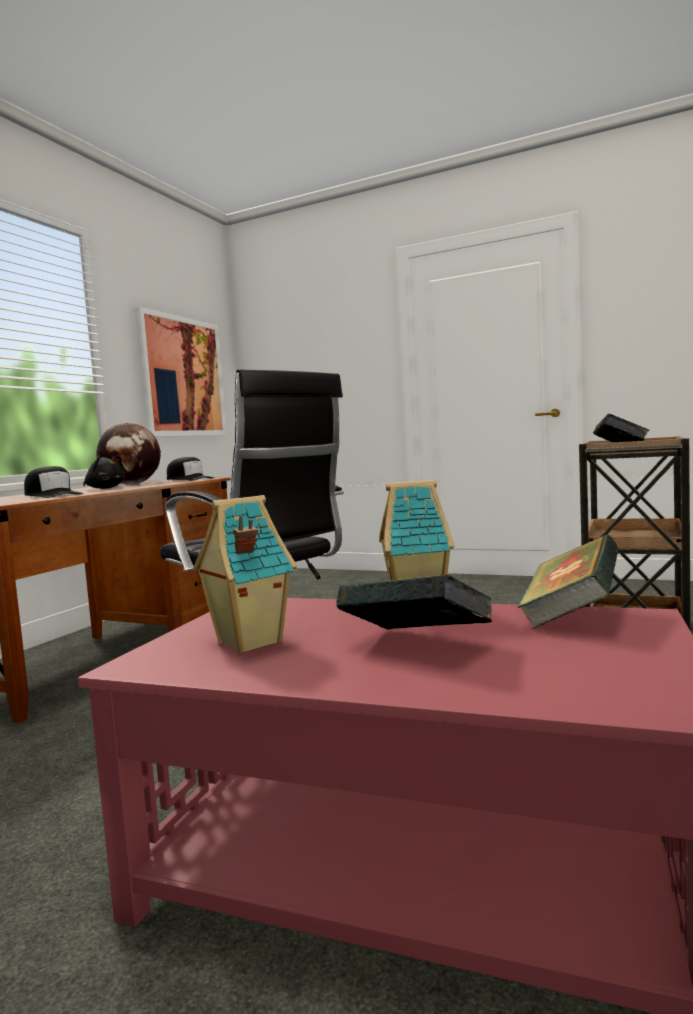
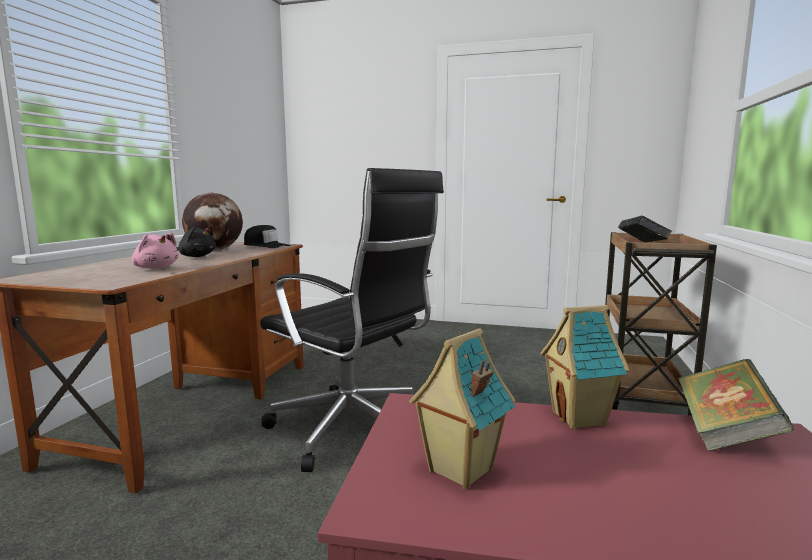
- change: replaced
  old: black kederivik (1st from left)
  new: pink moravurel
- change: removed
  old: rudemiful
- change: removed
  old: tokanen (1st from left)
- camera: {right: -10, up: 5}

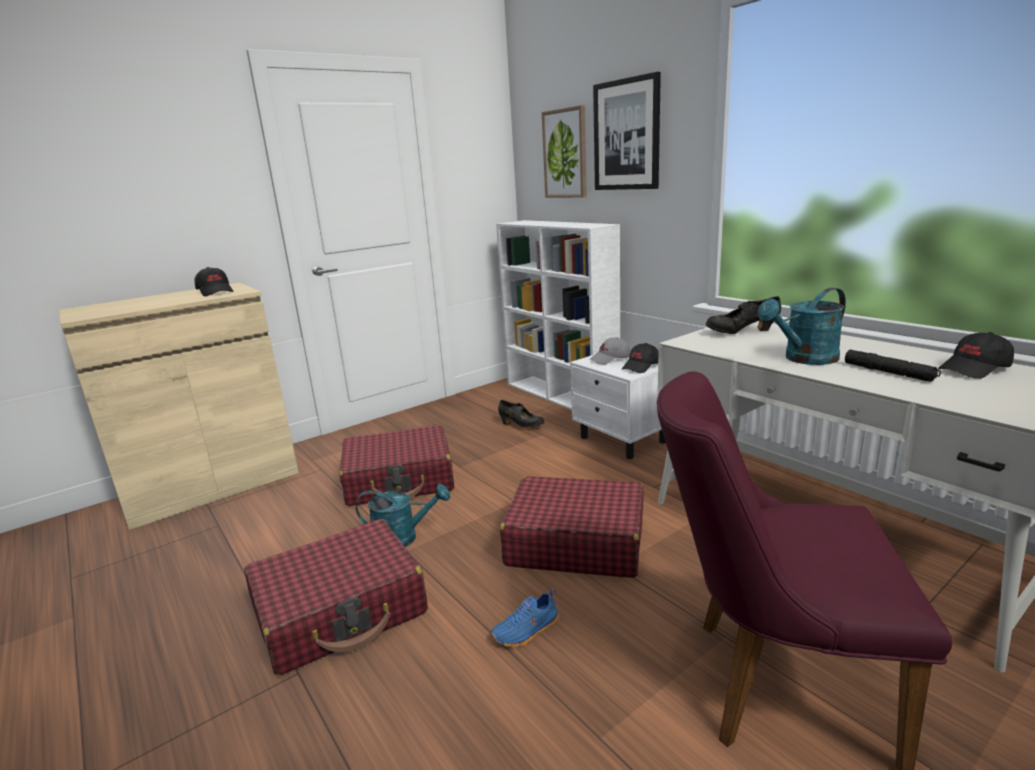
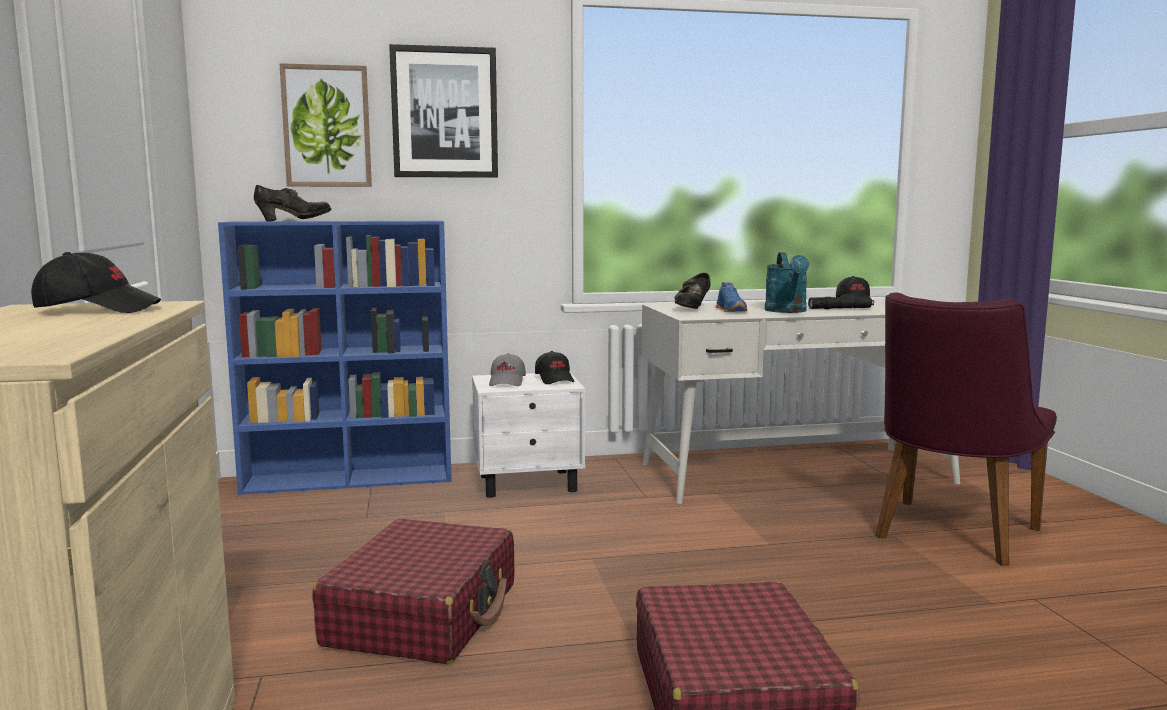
- change: removed
  old: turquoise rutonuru (1st from left)
- change: moved
  old: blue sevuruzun
- change: recoloured
  old: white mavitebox
  new: blue mavitebox
- change: moved
  old: black sevuruzun (1st from left)
- change: removed
  old: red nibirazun (3rd from left)
- camera: {right: -65, up: -10}

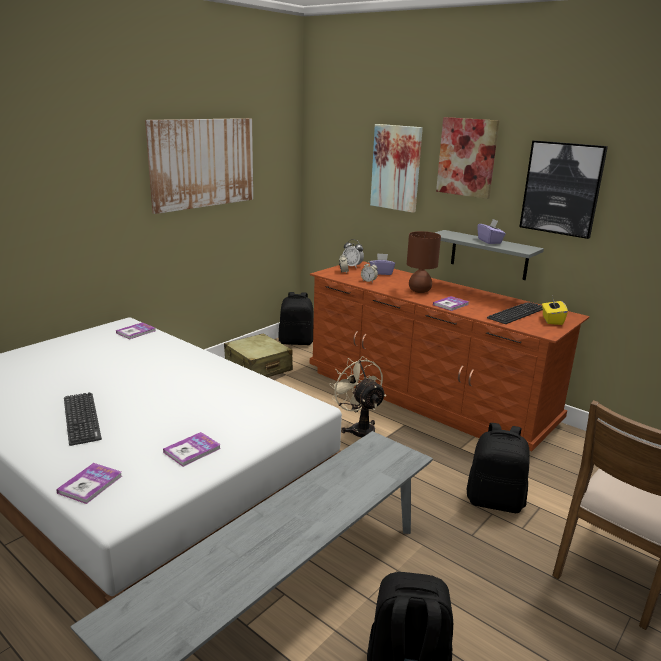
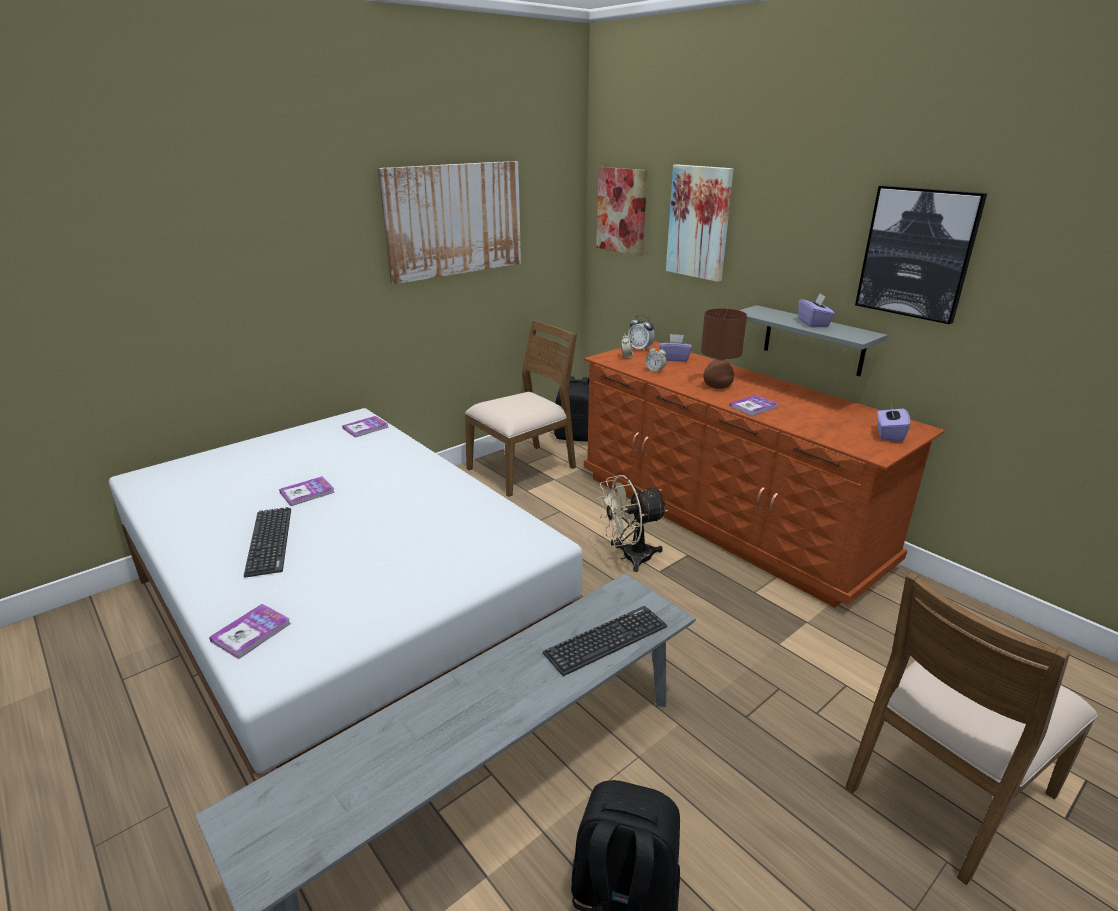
- change: moved
  old: tokanen (3rd from left in the first image)
  new: tokanen (2nd from left)
- change: replaced
  old: beige nibirazun
  new: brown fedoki (1st from left)
- change: turned
  old: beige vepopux
  degrees: -90
- change: moved
  old: rudemiful (3rd from left in the first image)
  new: rudemiful (2nd from left)
- change: removed
  old: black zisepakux (3rd from left)
- change: moved
  old: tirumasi (2nd from left)
- change: recoloured
  old: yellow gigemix
  new: purple gigemix (3rd from left)
- camera: {right: 10, up: 5}

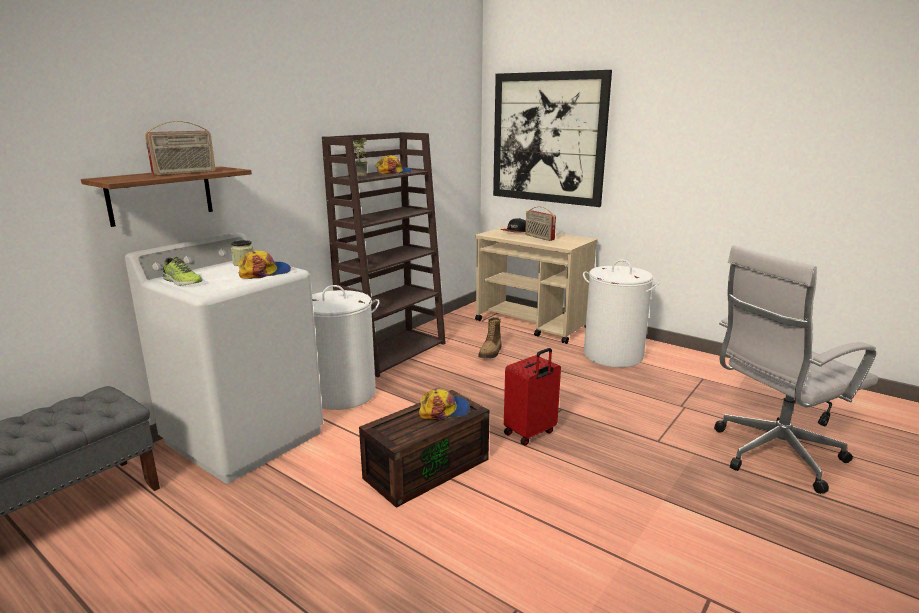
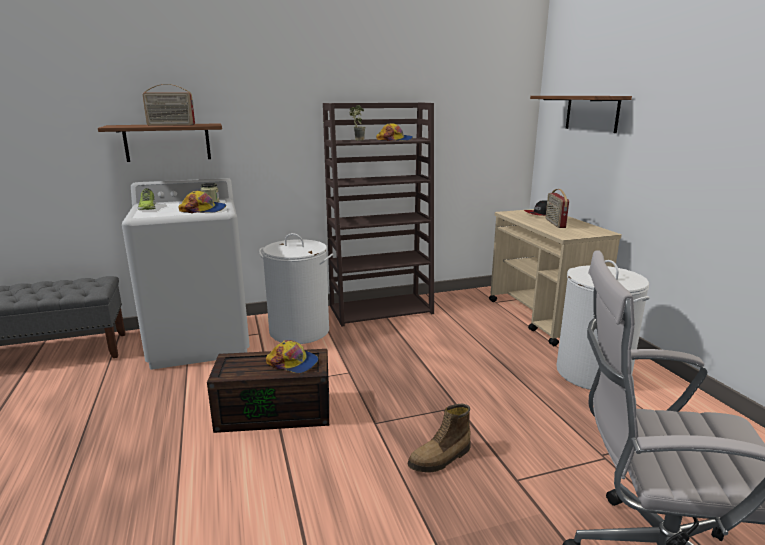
- change: moved
  old: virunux
- change: replaced
  old: rudemiful
  new: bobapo (2nd from left)
- change: removed
  old: red nibirazun
- camera: {right: 35, up: 0}

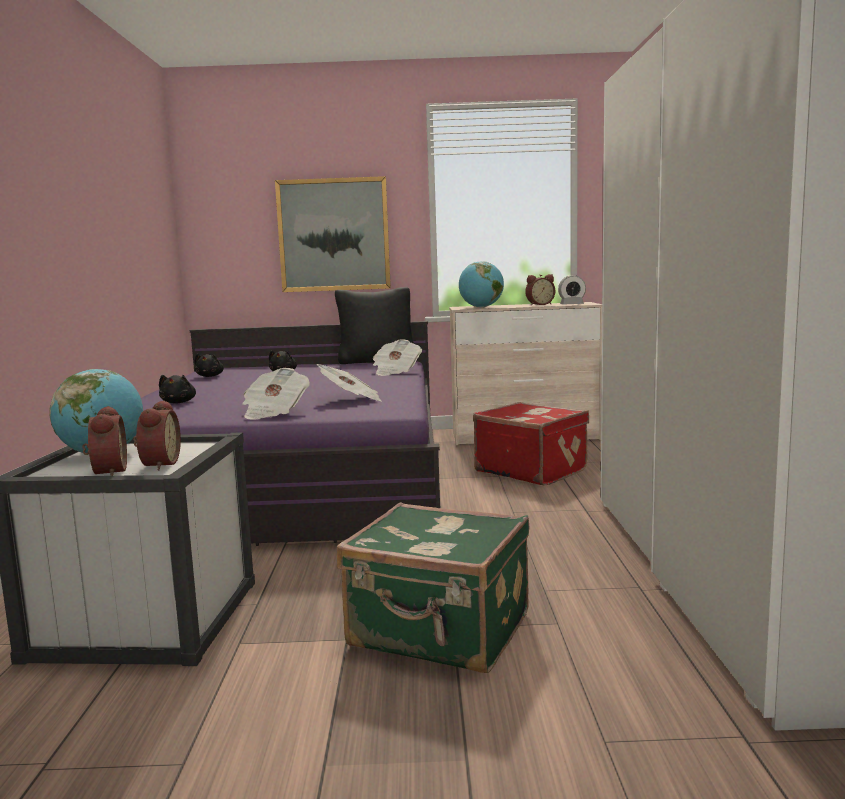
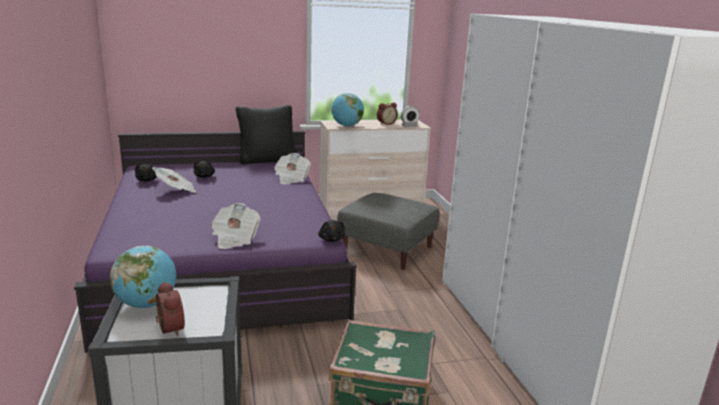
- change: removed
  old: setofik (2nd from left)
- change: moved
  old: black moravurel (1st from left in the first image)
  new: black moravurel (3rd from left)
- change: removed
  old: rudemiful
- change: moved
  old: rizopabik (2nd from left in the first image)
  new: rizopabik (1st from left)
- change: replaced
  old: red nibirazun
  new: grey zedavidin
- camera: {right: -15, up: 10}

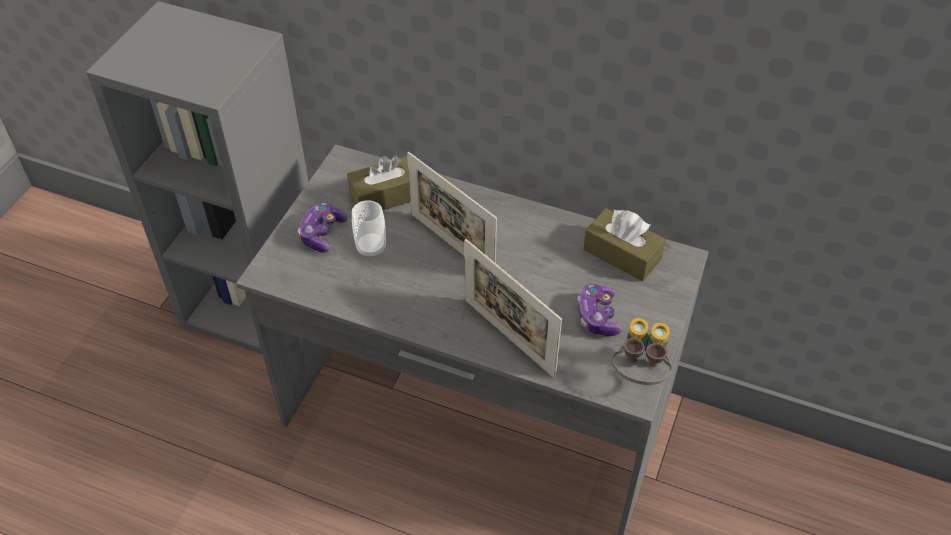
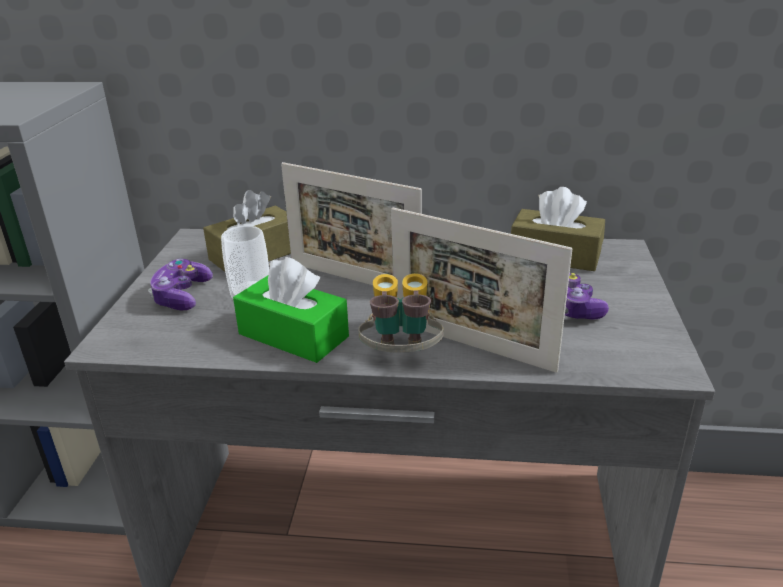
- change: moved
  old: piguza
- change: added
  new: green gigemix
- camera: {right: -15, up: -20}

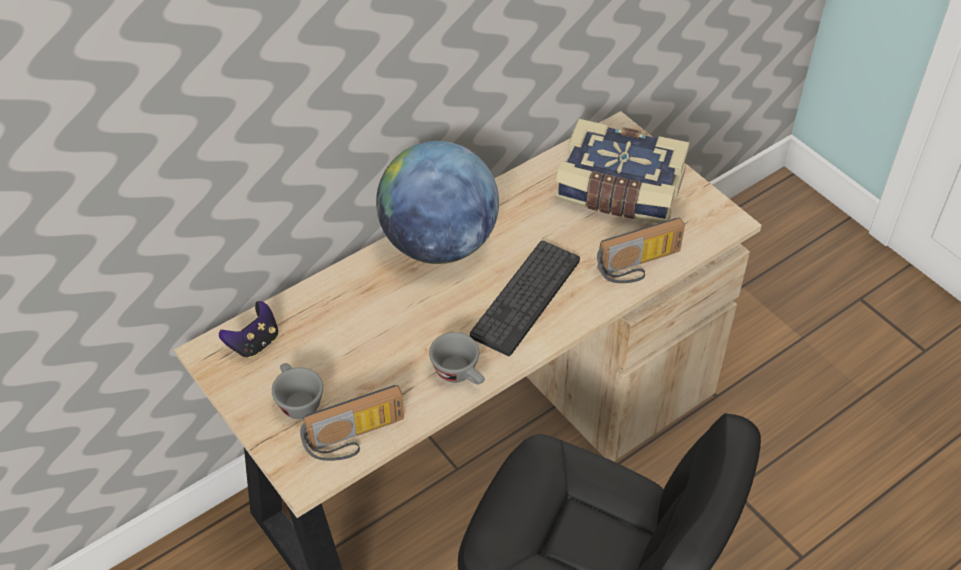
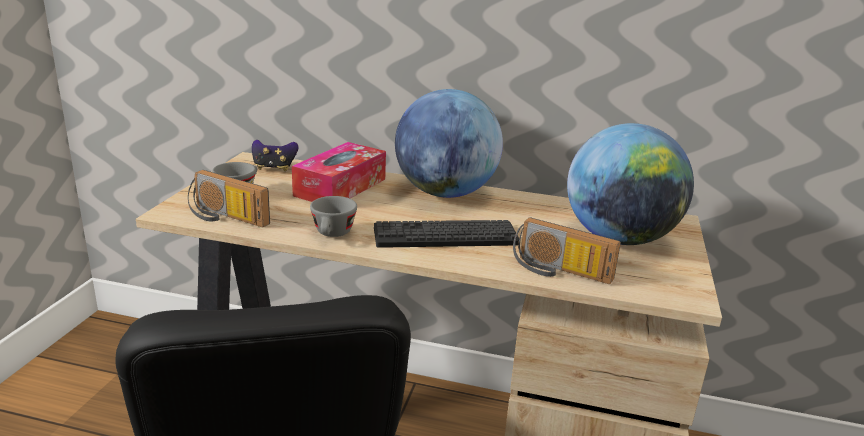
- change: replaced
  old: tokanen
  new: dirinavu (2nd from left)
- change: added
  new: gigemix
- camera: {right: 50, up: -25}

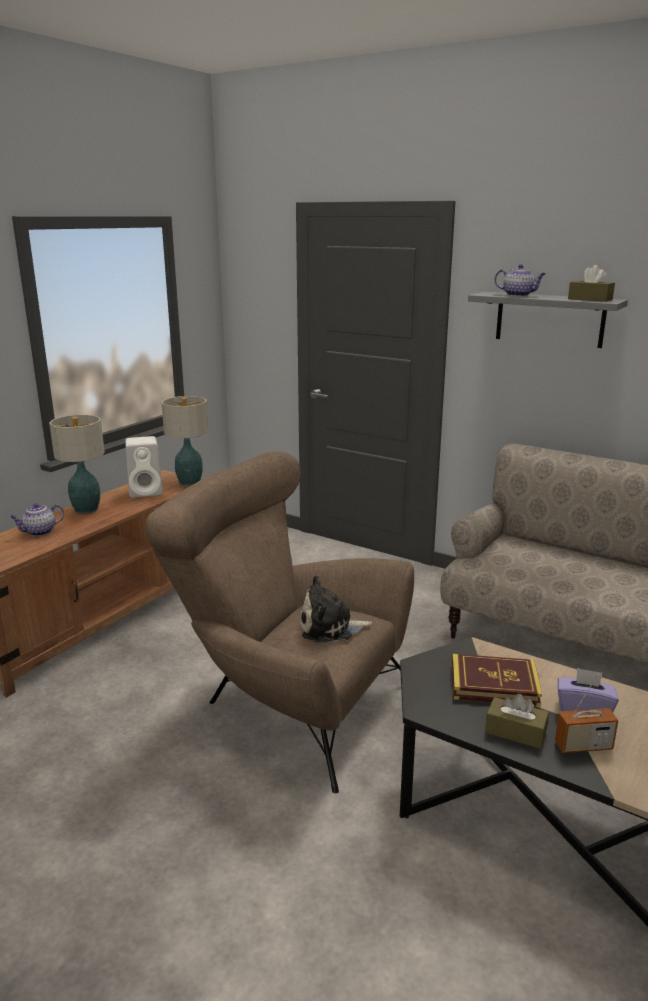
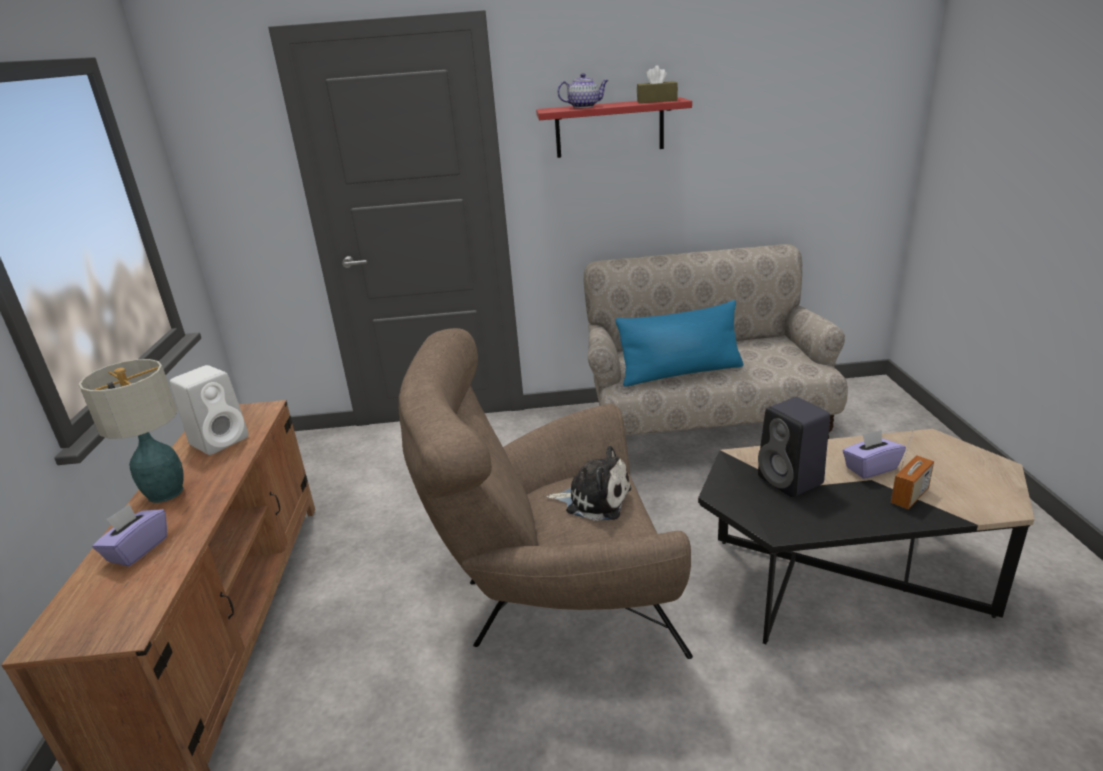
- change: replaced
  old: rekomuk (1st from left)
  new: purple gigemix (1st from left)
- change: removed
  old: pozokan (2nd from left)
- change: turned
  old: moravurel
  degrees: -120
- change: replaced
  old: tokanen
  new: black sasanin
- change: recoloured
  old: grey bobapo
  new: red bobapo
- change: removed
  old: brown gigemix (1st from left)
- change: added
  new: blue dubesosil
- camera: {right: -35, up: 5}

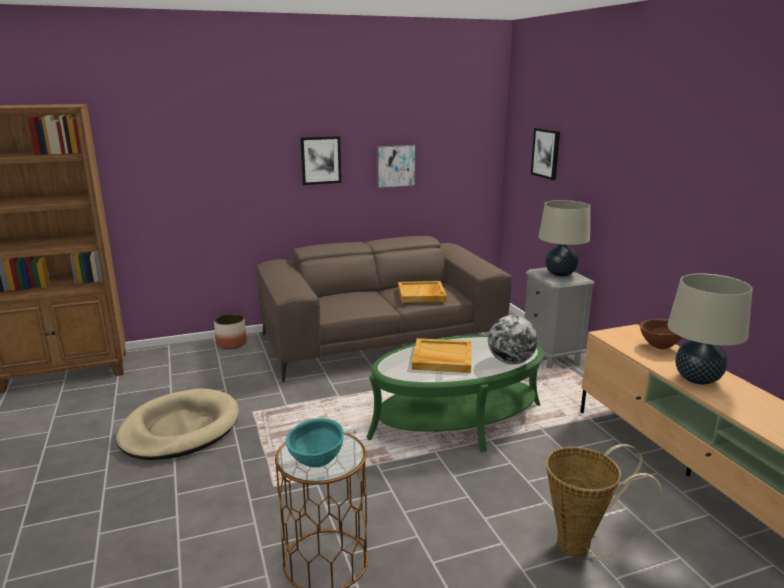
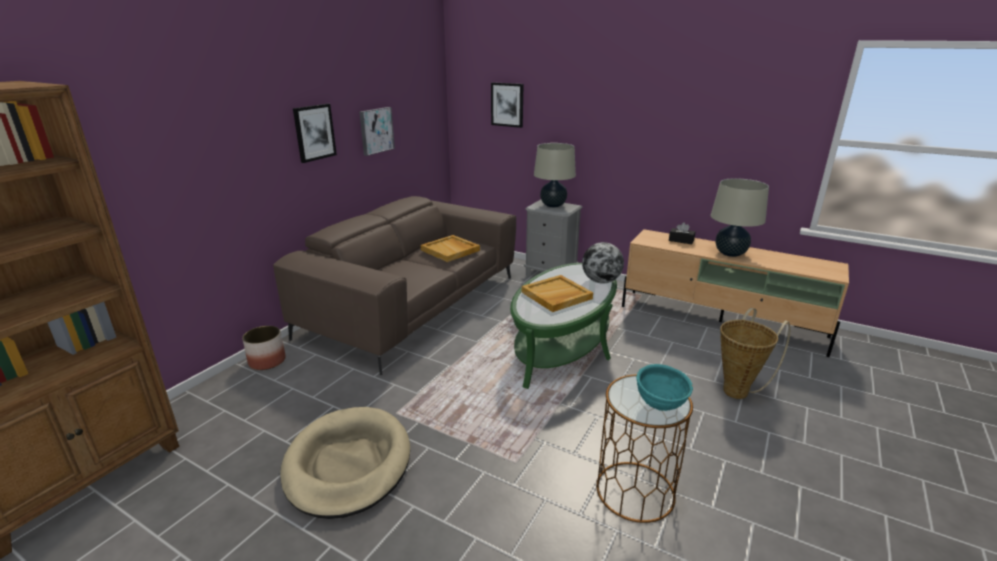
- change: replaced
  old: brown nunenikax
  new: black gigemix
- camera: {right: -40, up: 5}

